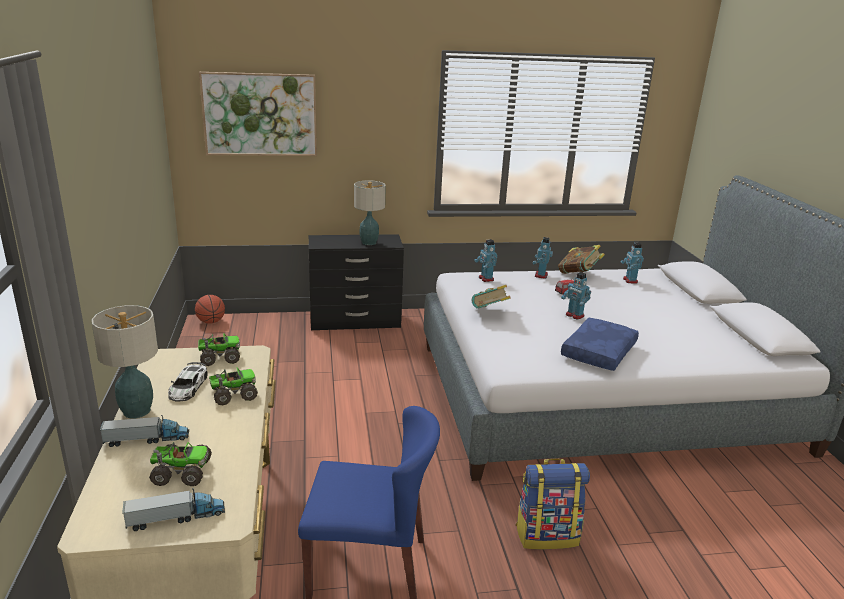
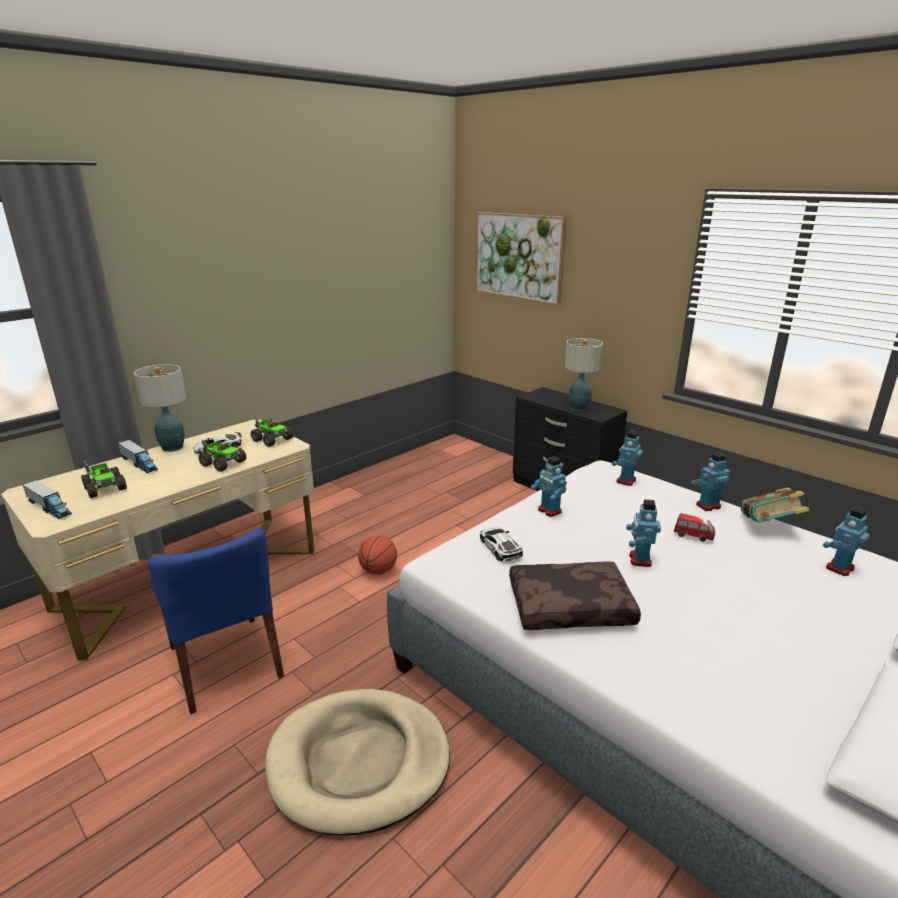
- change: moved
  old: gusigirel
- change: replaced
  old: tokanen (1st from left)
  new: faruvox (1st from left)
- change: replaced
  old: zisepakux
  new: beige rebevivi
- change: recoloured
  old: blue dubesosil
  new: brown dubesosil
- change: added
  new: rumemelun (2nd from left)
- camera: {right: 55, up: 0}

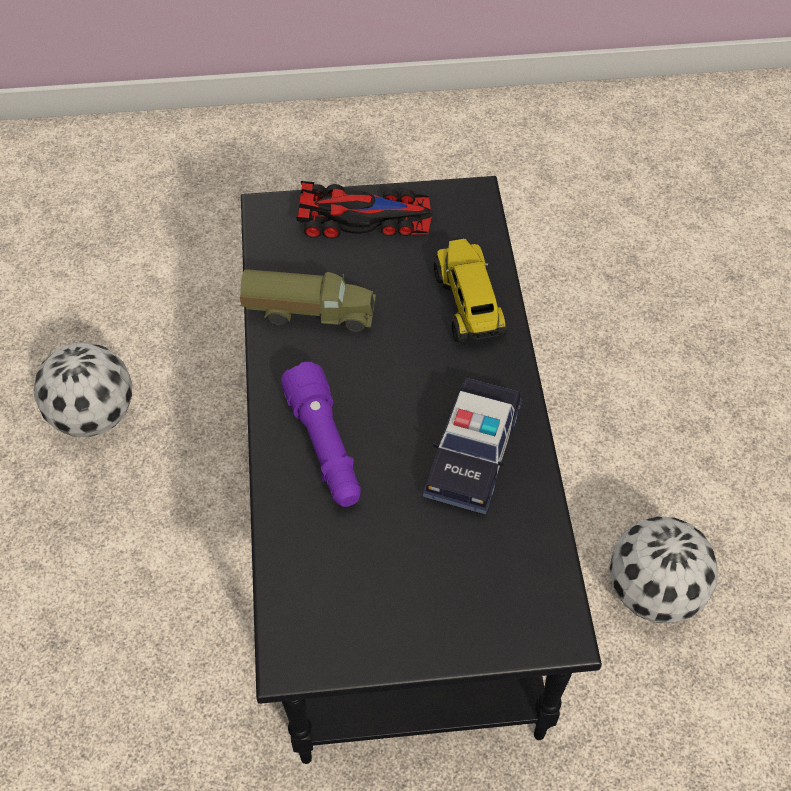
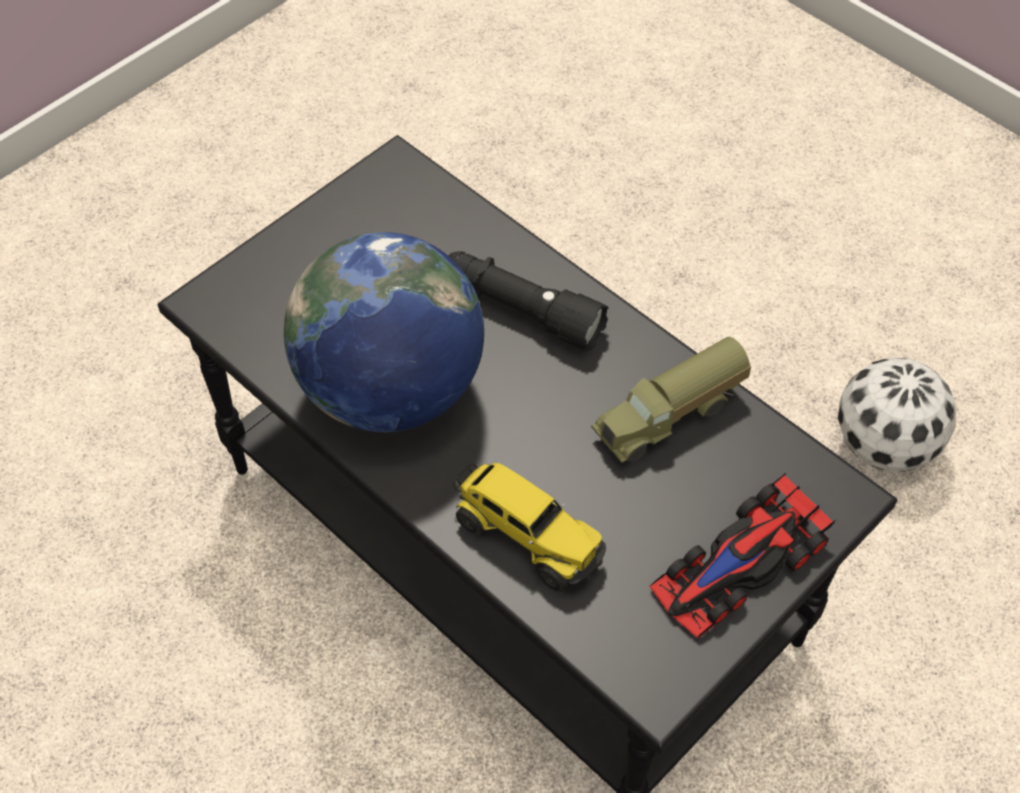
- change: recoloured
  old: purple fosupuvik
  new: black fosupuvik
- change: replaced
  old: rumemelun (2nd from left)
  new: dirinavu
- change: removed
  old: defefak (2nd from left)
- camera: {right: 140, up: 0}

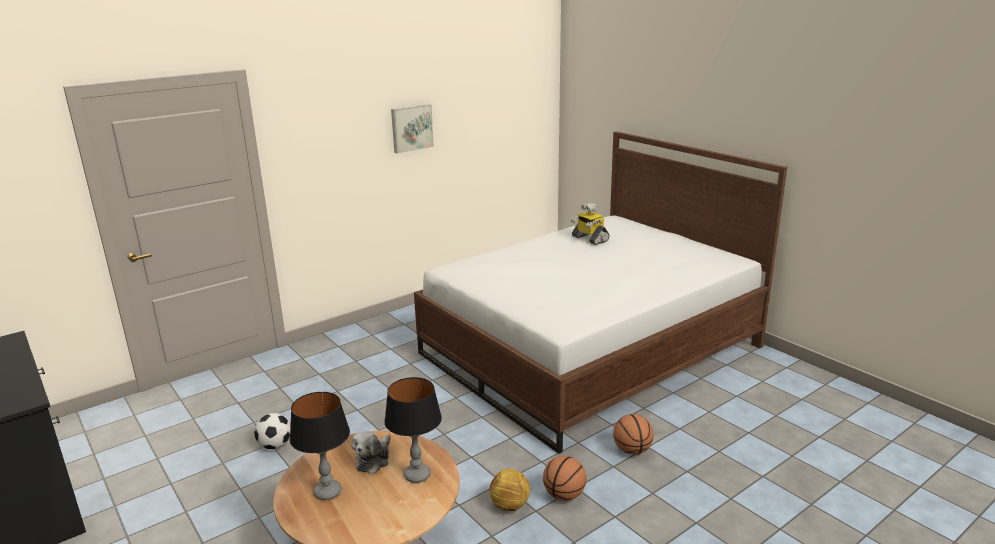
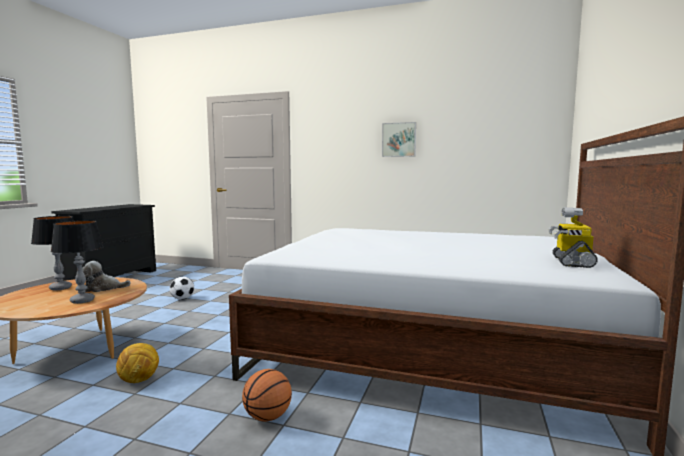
- change: removed
  old: gusigirel (1st from left)
- change: moved
  old: faruvox
- camera: {right: 55, up: -15}

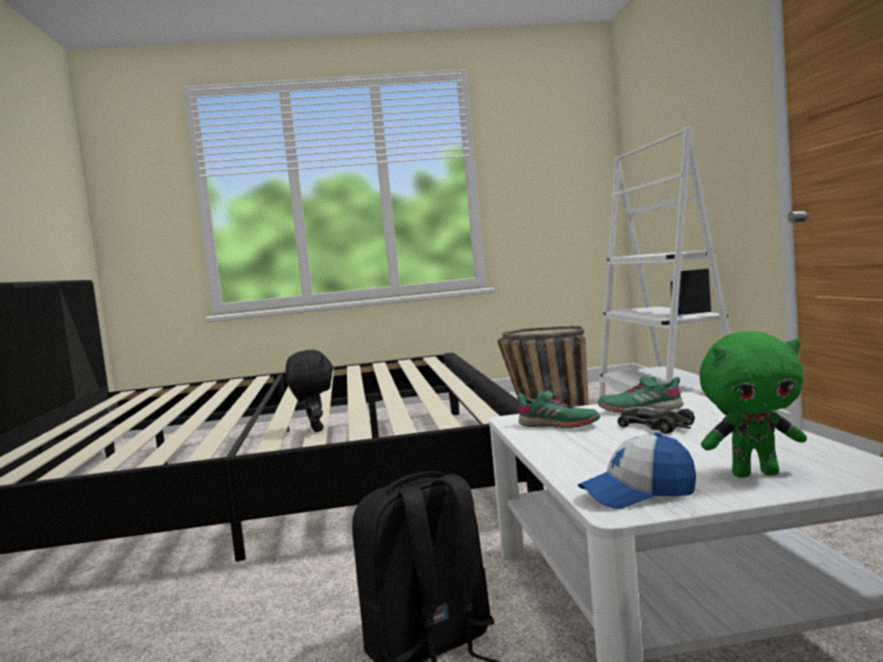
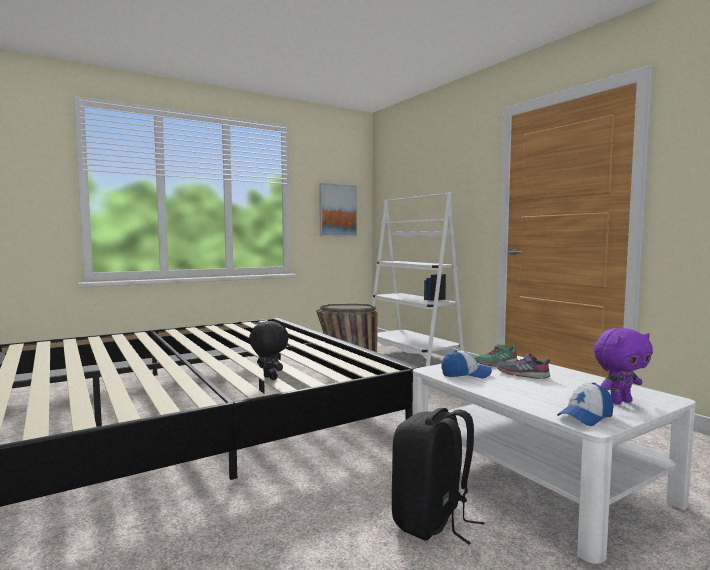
- change: replaced
  old: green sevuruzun (1st from left)
  new: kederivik (1st from left)
- change: replaced
  old: rumemelun
  new: grey sevuruzun
- change: recoloured
  old: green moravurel
  new: purple moravurel
- change: added
  new: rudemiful
- camera: {right: -25, up: 0}

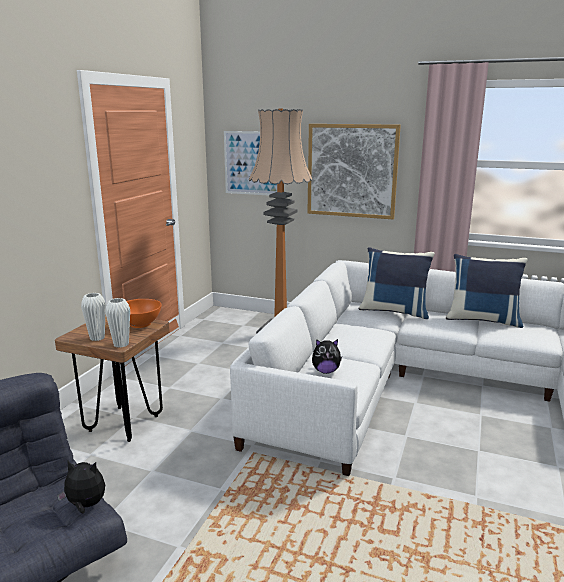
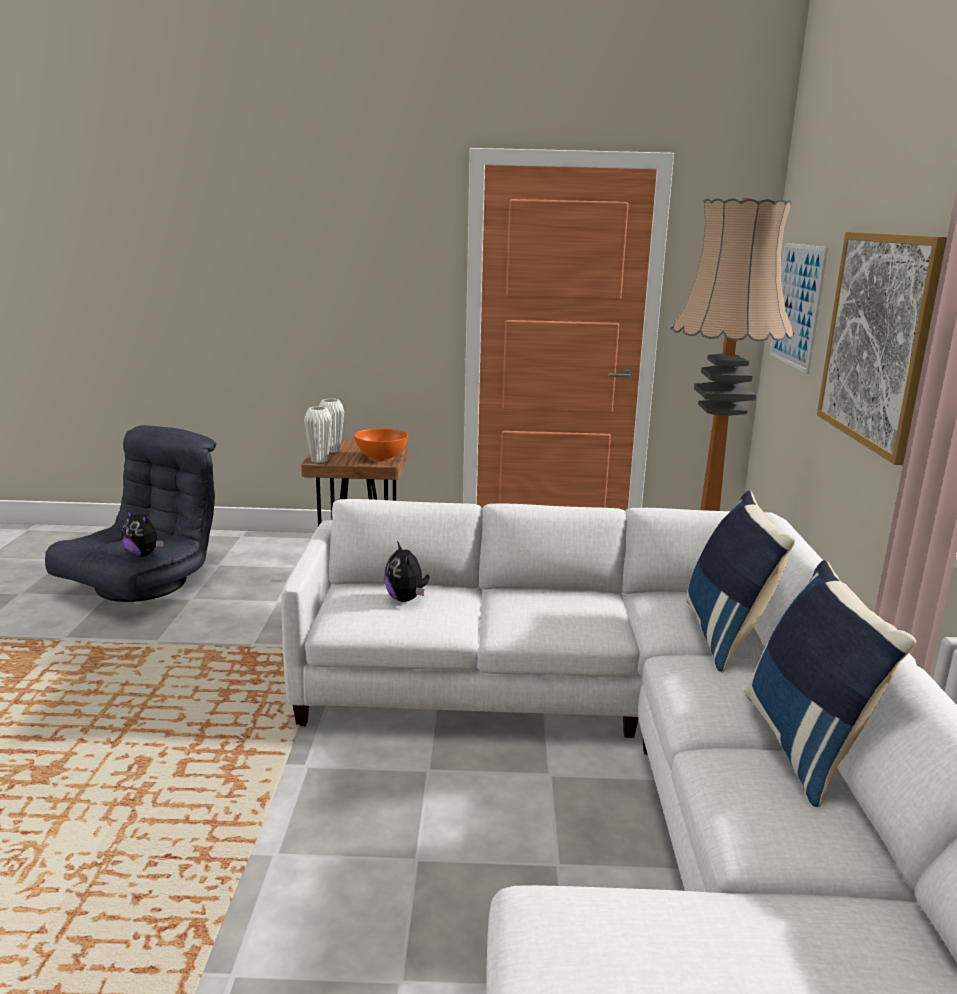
- change: turned
  old: moravurel (1st from left)
  degrees: 135
- camera: {right: 70, up: 0}

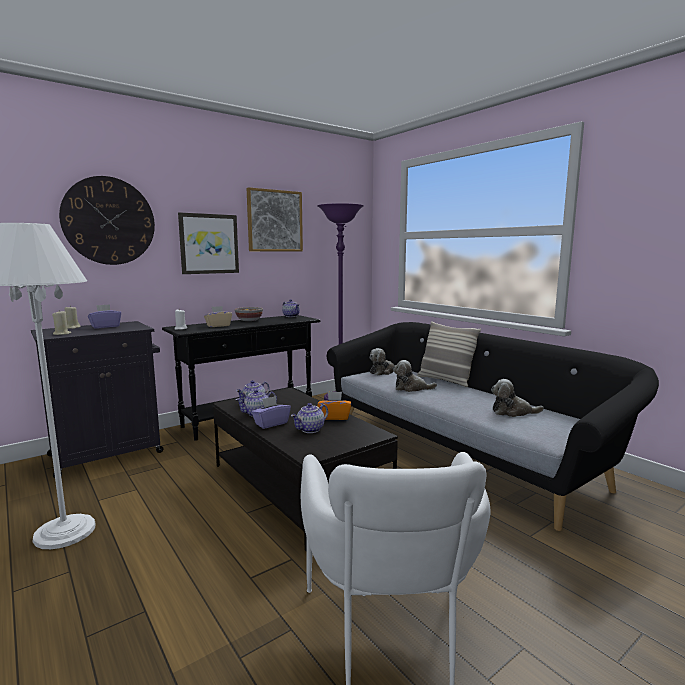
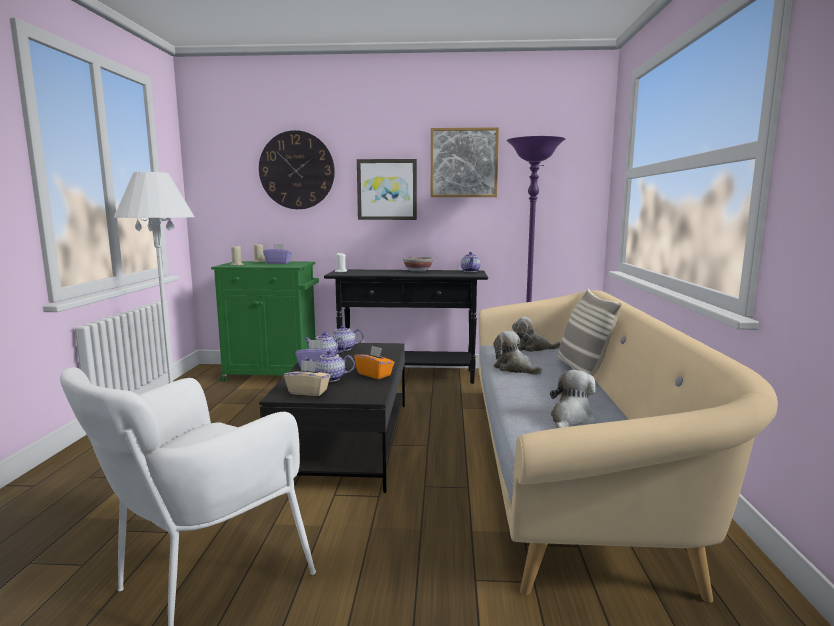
- change: recoloured
  old: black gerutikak
  new: green gerutikak
- change: moved
  old: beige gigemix
- change: recoloured
  old: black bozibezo
  new: beige bozibezo
- change: turned
  old: moravurel (3rd from left)
  degrees: 75
- camera: {right: 40, up: 0}

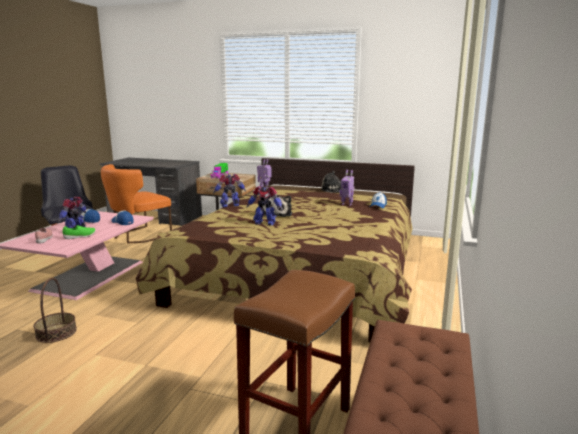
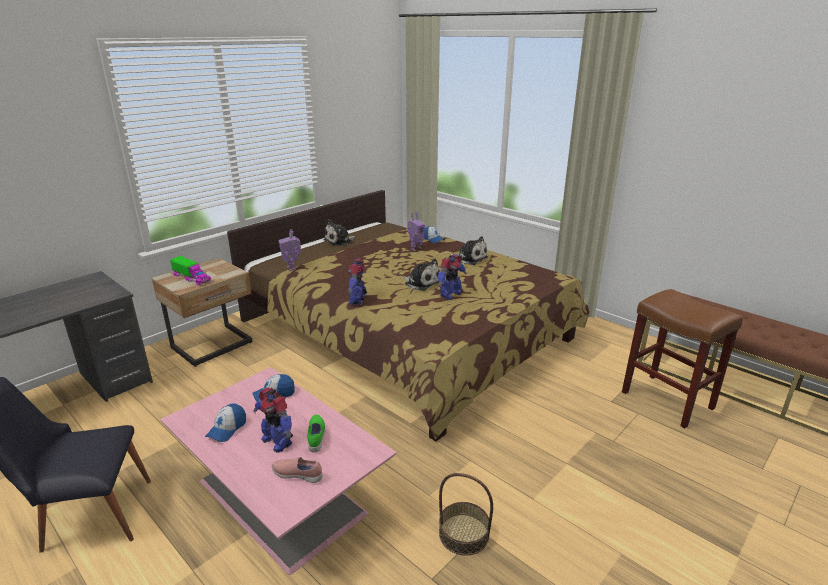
- change: removed
  old: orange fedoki
- change: added
  new: moravurel (3rd from left)
- camera: {right: -65, up: 10}

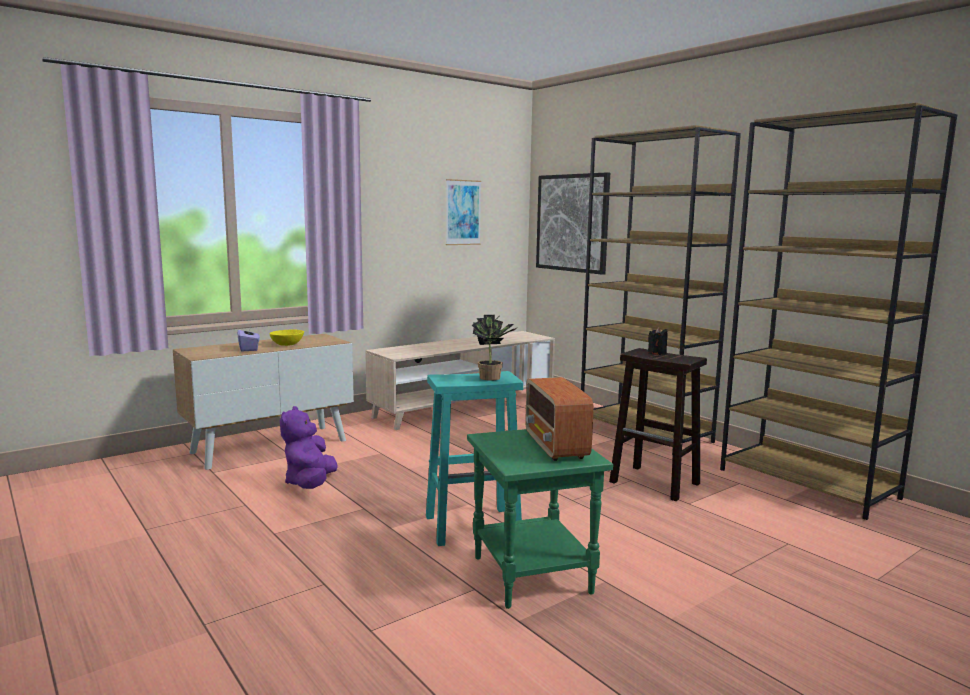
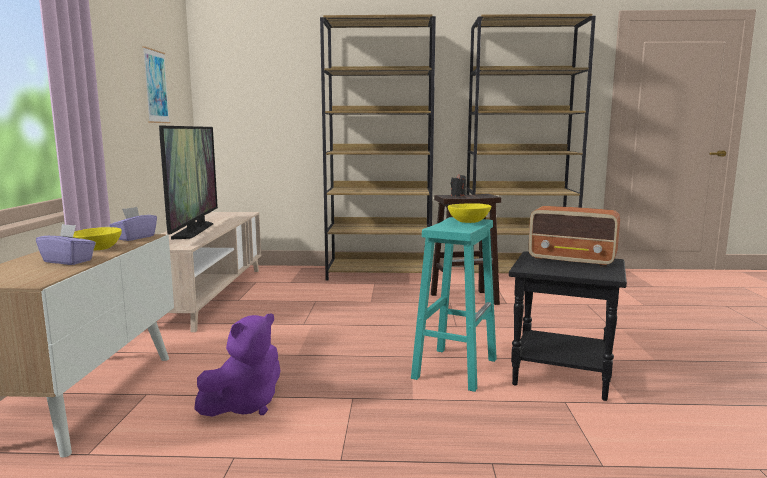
- change: turned
  old: purple moravurel
  degrees: -90
- change: recoloured
  old: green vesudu
  new: black vesudu
- change: replaced
  old: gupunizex
  new: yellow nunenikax (2nd from left)
- change: removed
  old: rudemiful (2nd from left)
- change: added
  new: purple gigemix (2nd from left)
- change: added
  new: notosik
- camera: {right: -50, up: 0}

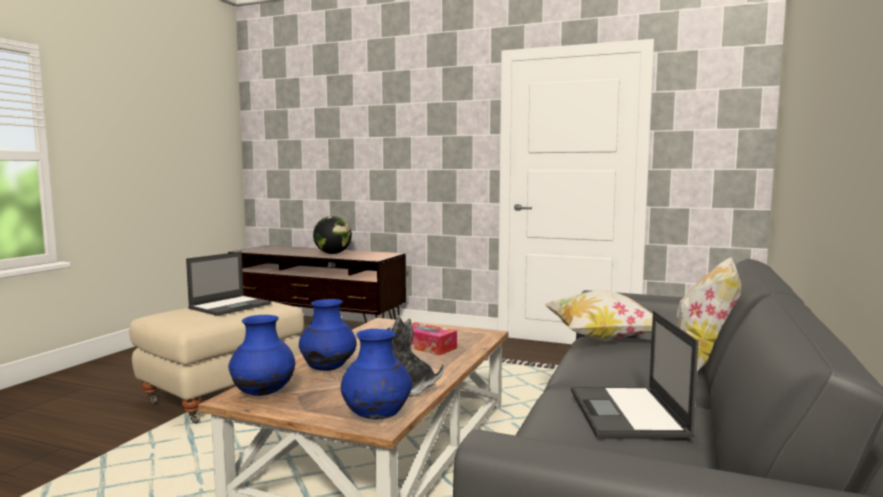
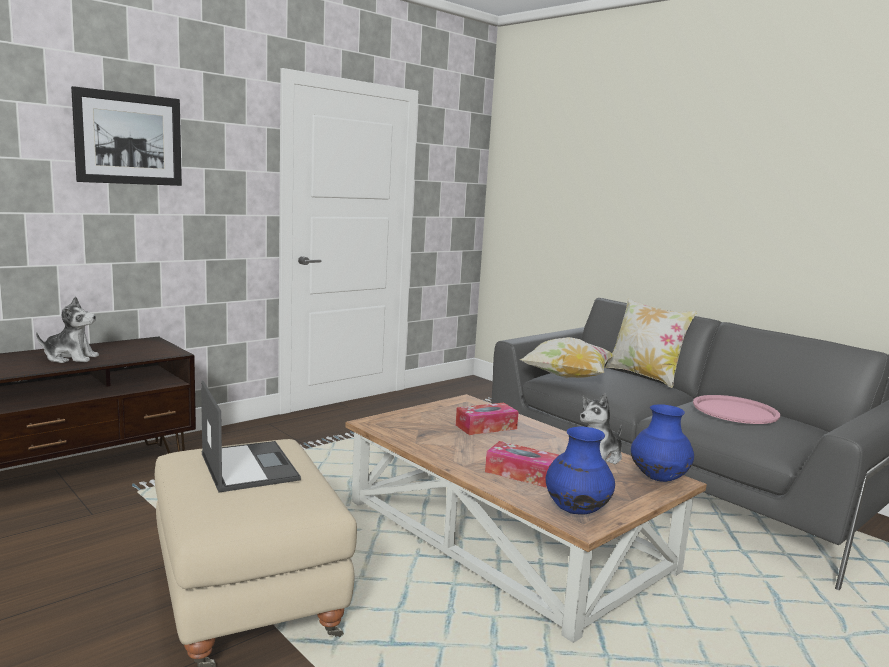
- change: replaced
  old: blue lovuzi (2nd from left)
  new: gigemix (2nd from left)
- change: replaced
  old: dirinavu
  new: moravurel (1st from left)
- change: replaced
  old: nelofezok (2nd from left)
  new: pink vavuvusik
- change: added
  new: rudemiful
- camera: {right: -65, up: 5}

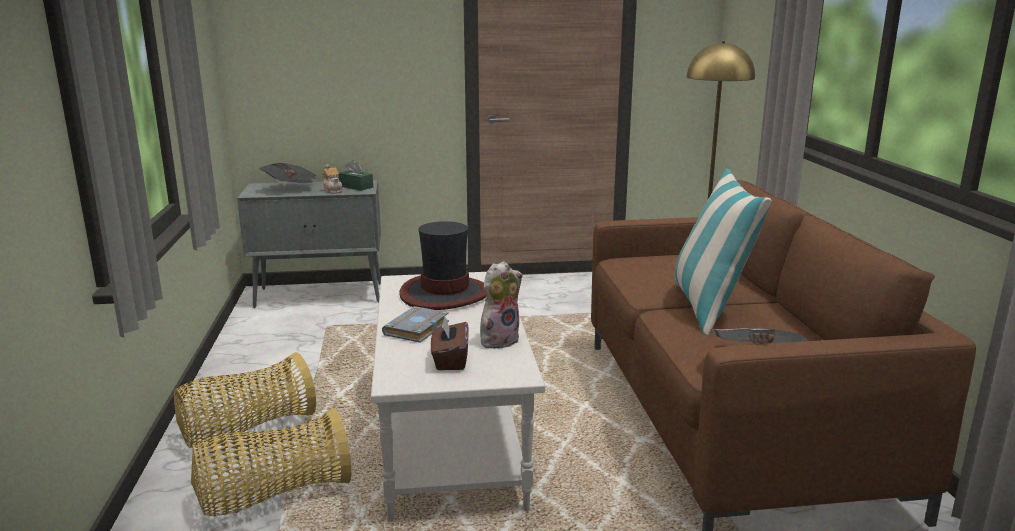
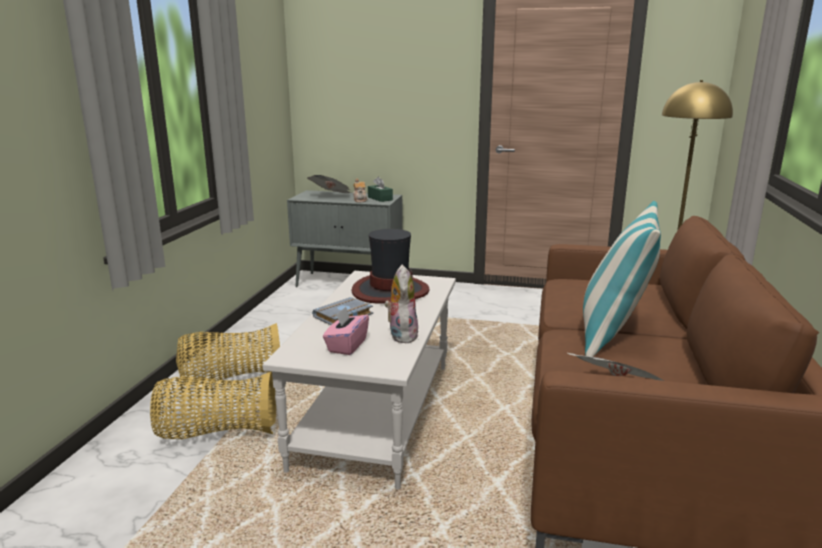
- change: recoloured
  old: brown gigemix
  new: pink gigemix
- change: turned
  old: moravurel
  degrees: -75
- camera: {right: 20, up: 0}

